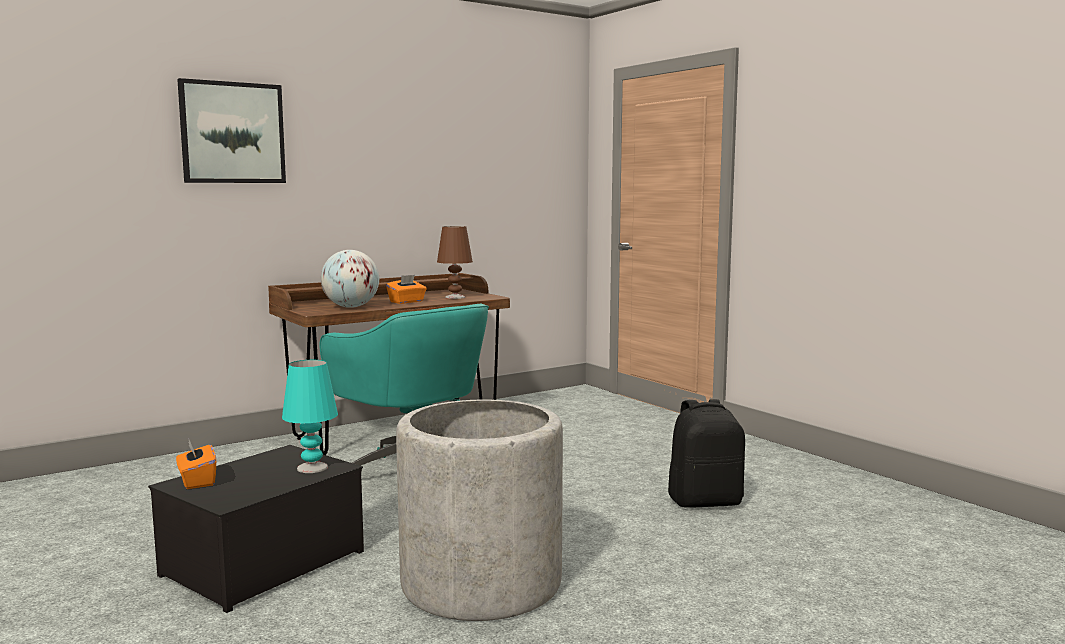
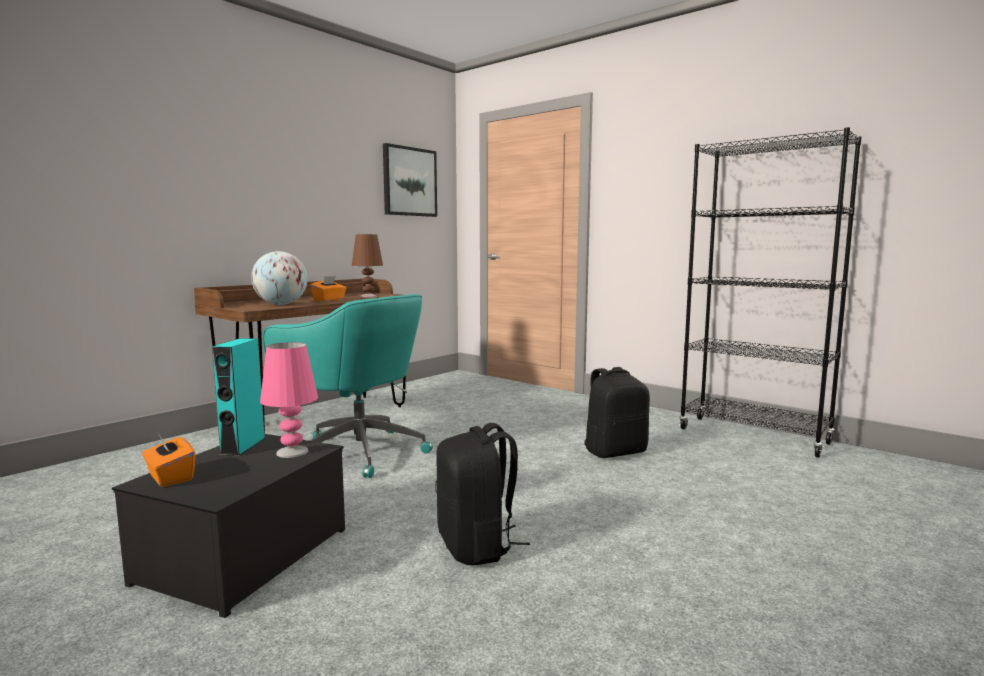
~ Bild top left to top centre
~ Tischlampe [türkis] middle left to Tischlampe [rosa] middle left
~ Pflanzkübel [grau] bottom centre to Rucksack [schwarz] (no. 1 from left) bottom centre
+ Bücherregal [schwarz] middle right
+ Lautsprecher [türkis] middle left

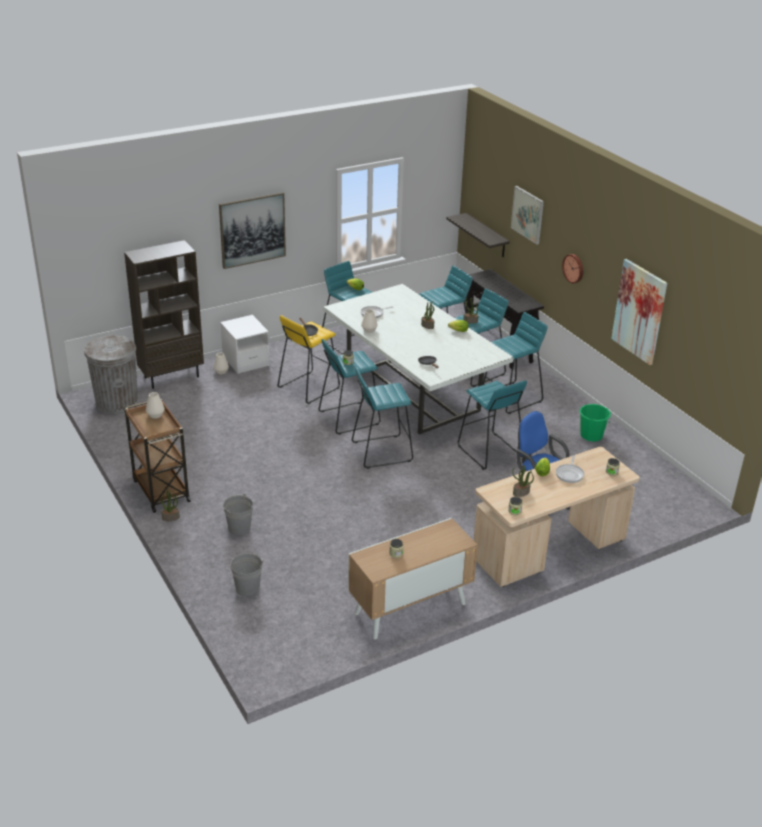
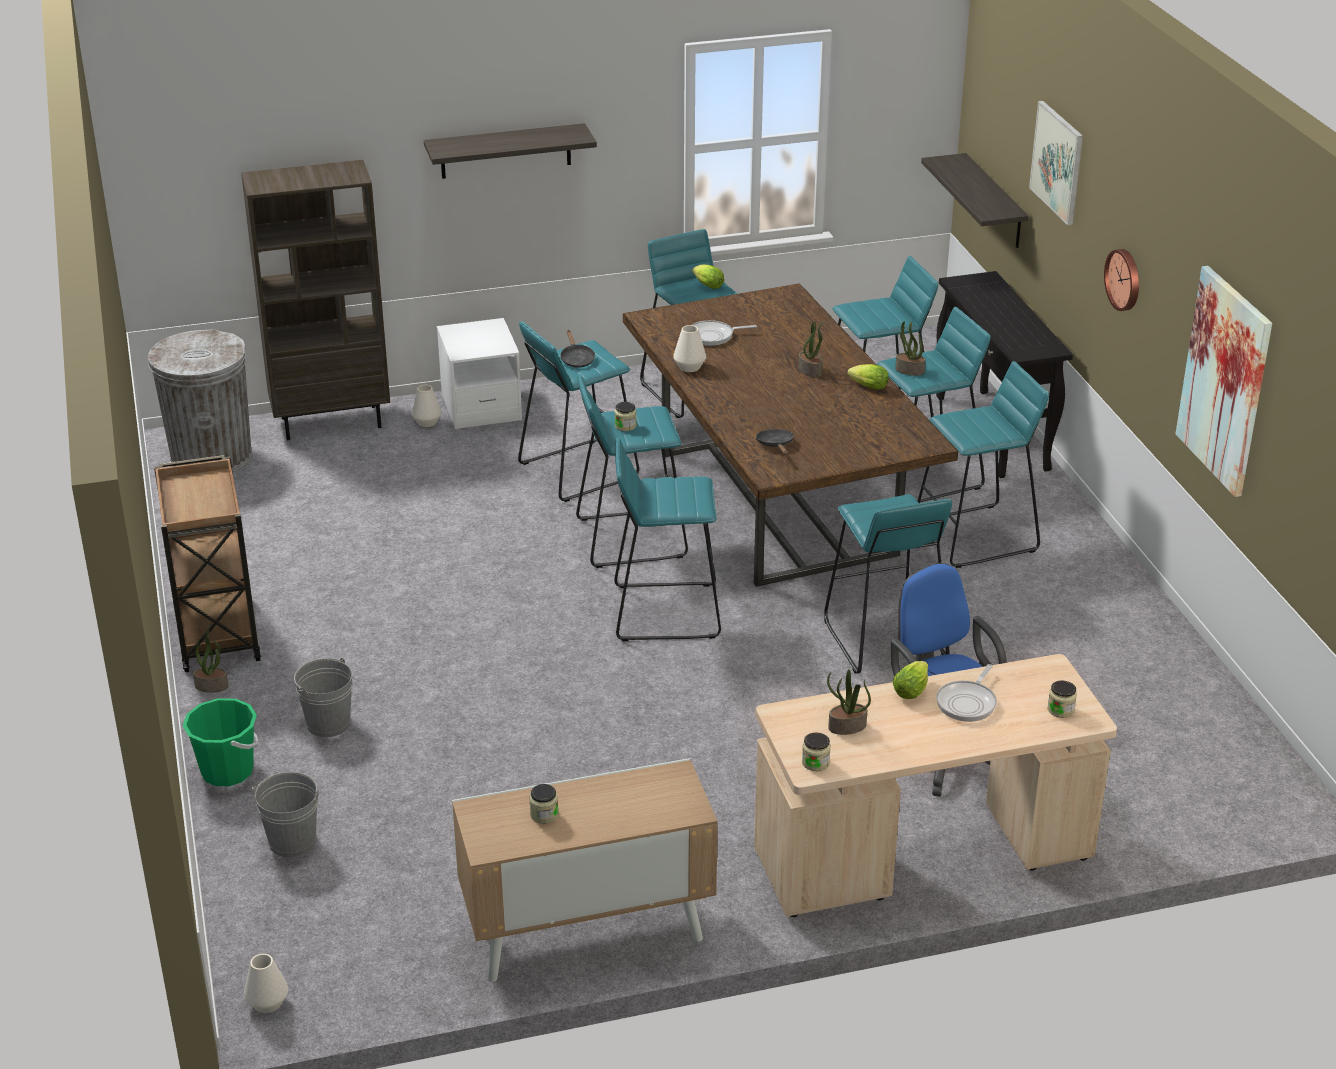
~ Bild (no. 1 from left) top left to Wandregal (no. 1 from left) top centre
~ Esstisch [weiß] centre to Esstisch [braun] centre
~ Hocker [gelb] centre to Hocker [türkis] (no. 1 from left) centre
~ Vase [weiß] (no. 1 from left) middle left to bottom left
~ Eimer [grün] middle right to bottom left

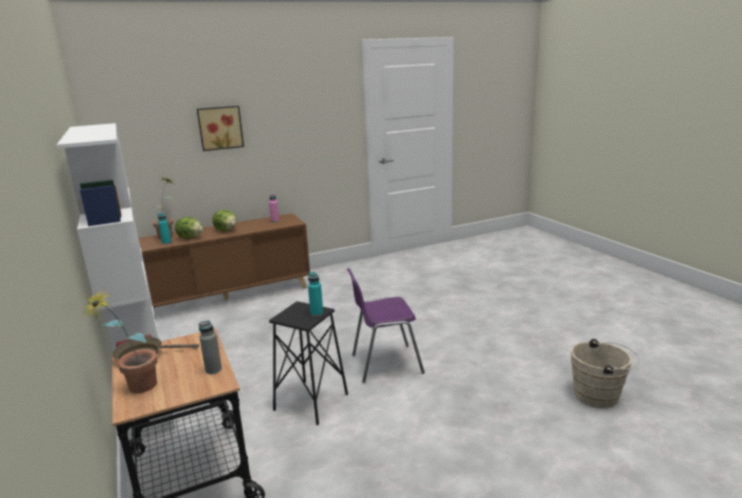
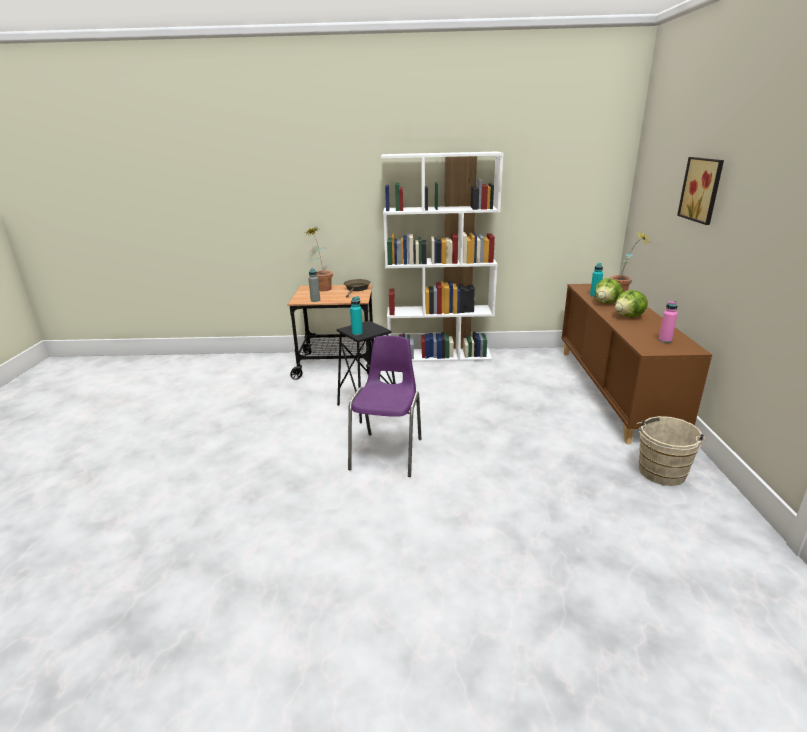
~ Eimer [beige] bottom right to middle right

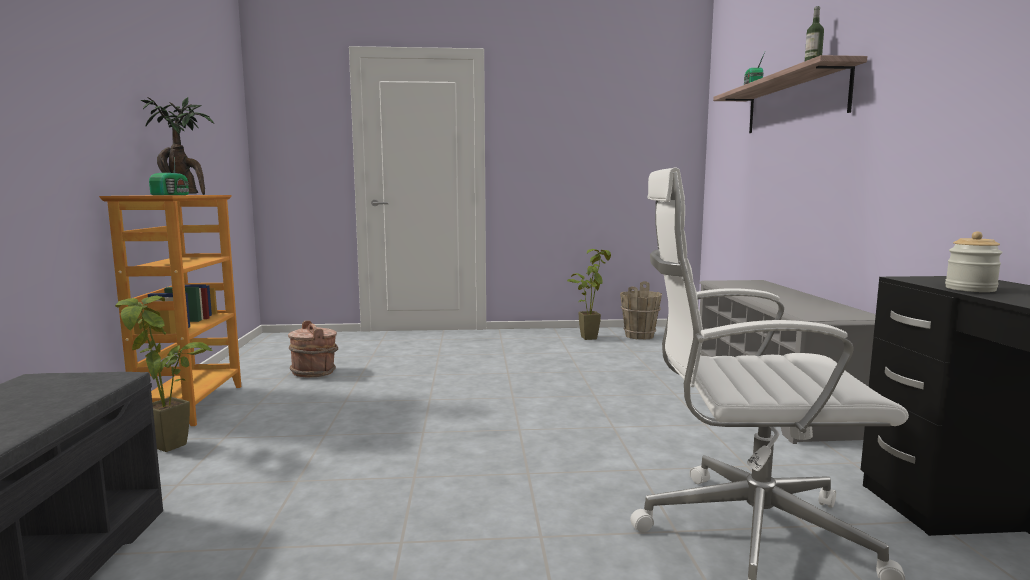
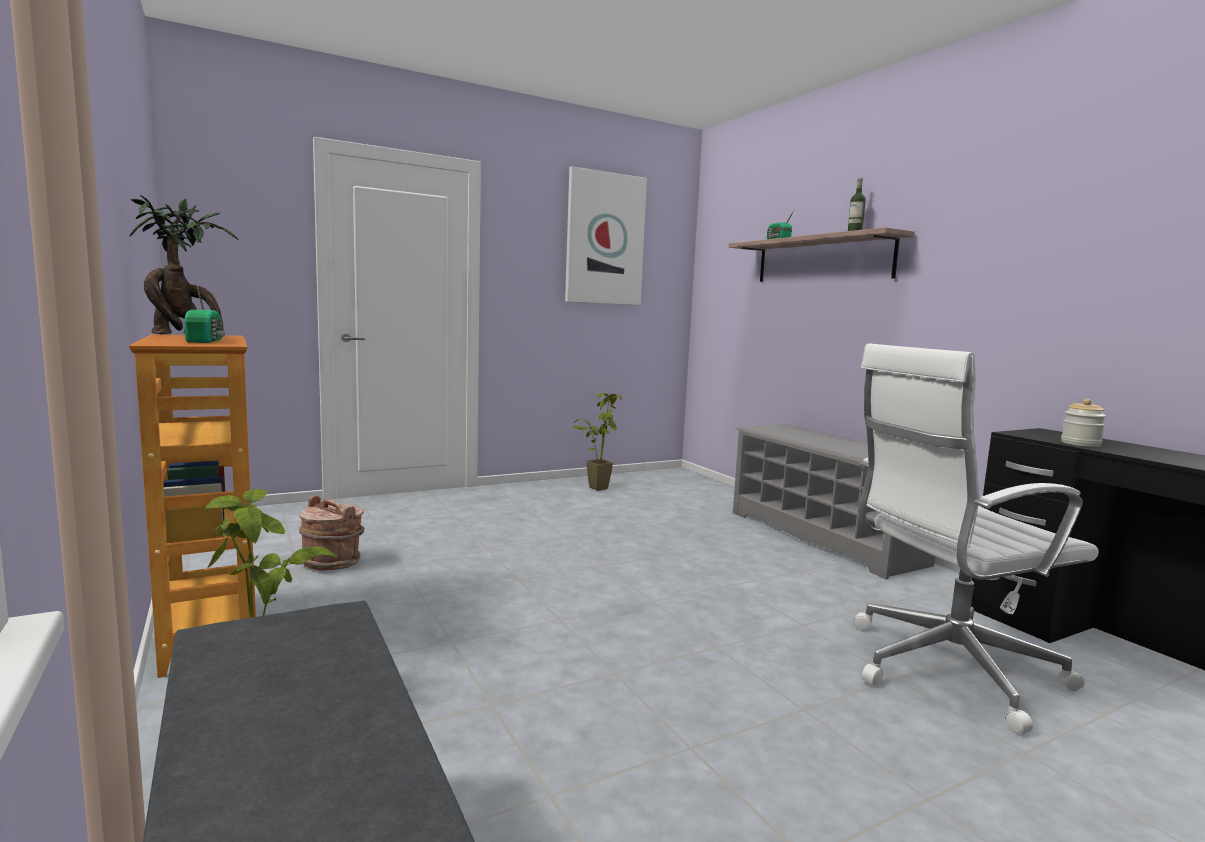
- Eimer [braun] (no. 2 from left) centre
+ Bild top centre

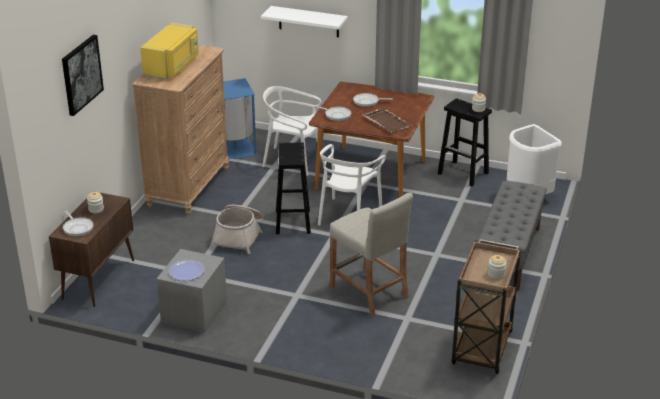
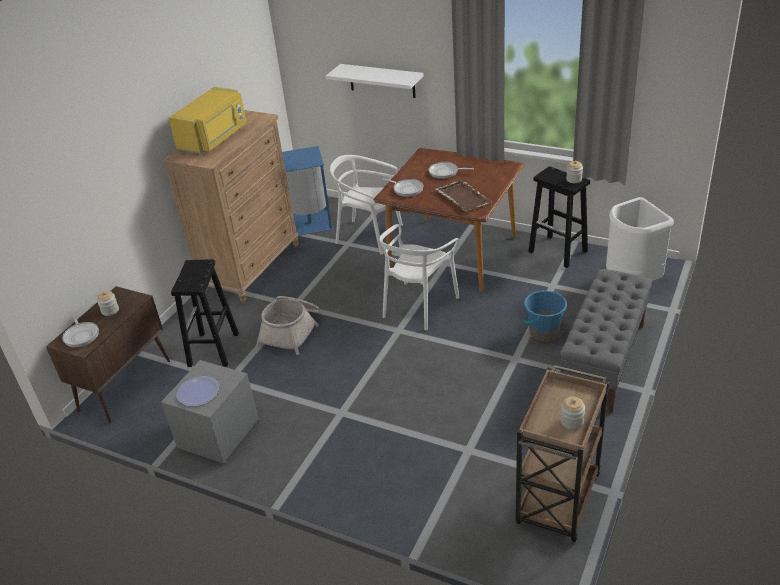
- Bild top left
~ Hocker [schwarz] (no. 1 from left) centre to middle left
- Hocker [beige] centre
+ Eimer [blau] middle right

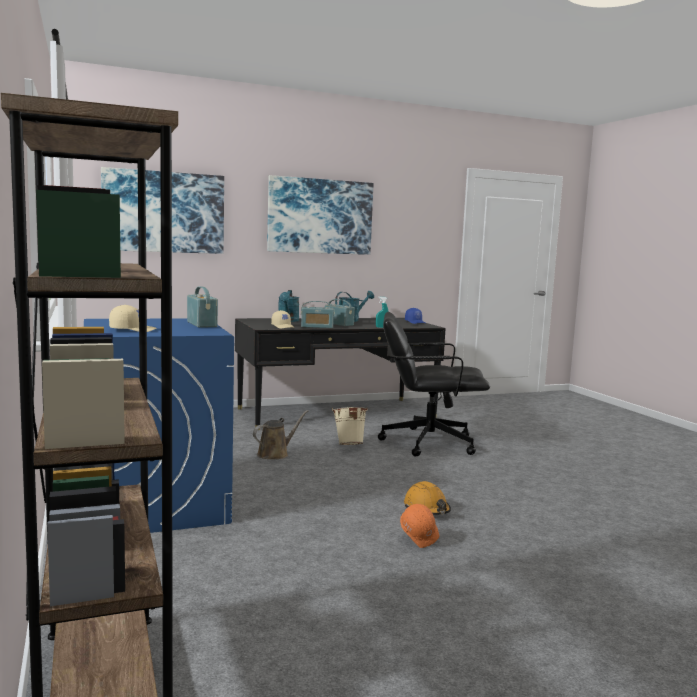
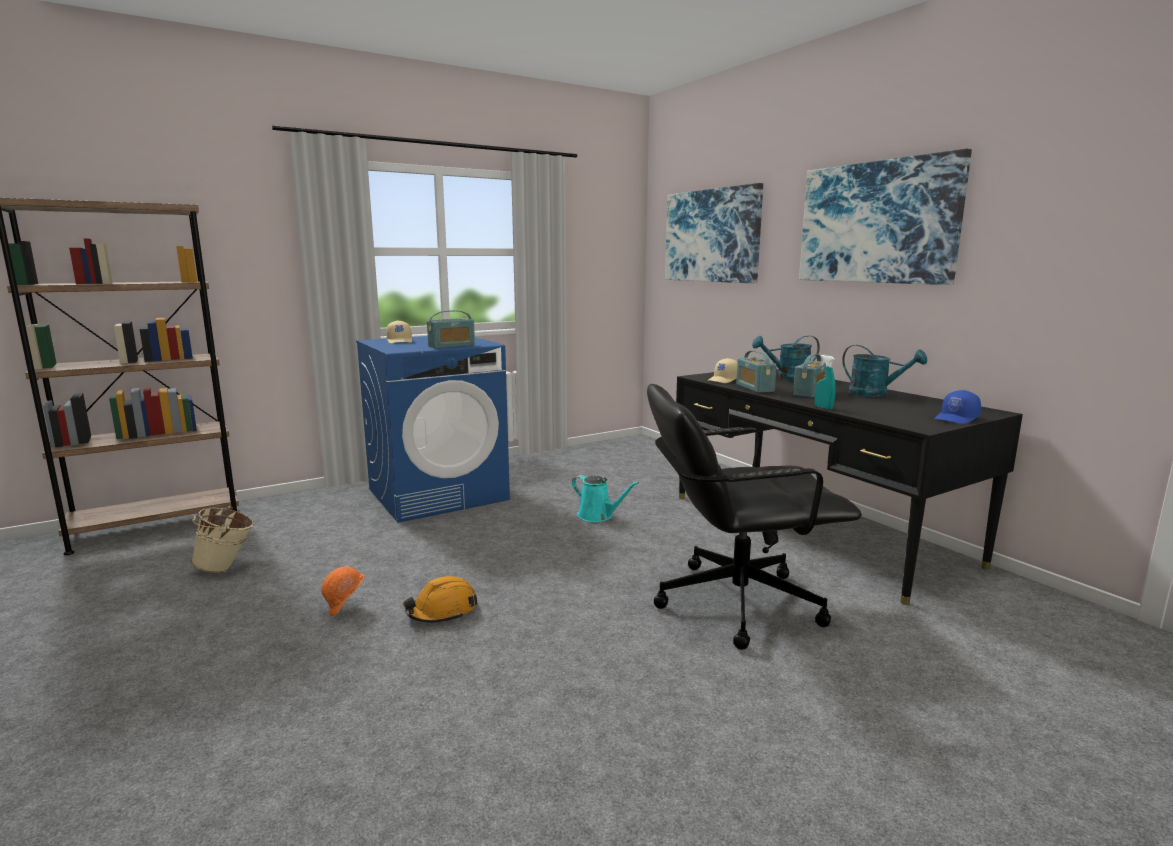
~ Bürostuhl [schwarz] centre = centre 90 degrees counterclockwise
~ Eimer [beige] centre to middle left
~ Gießkanne [braun] centre to Gießkanne [türkis] (no. 1 from left) centre

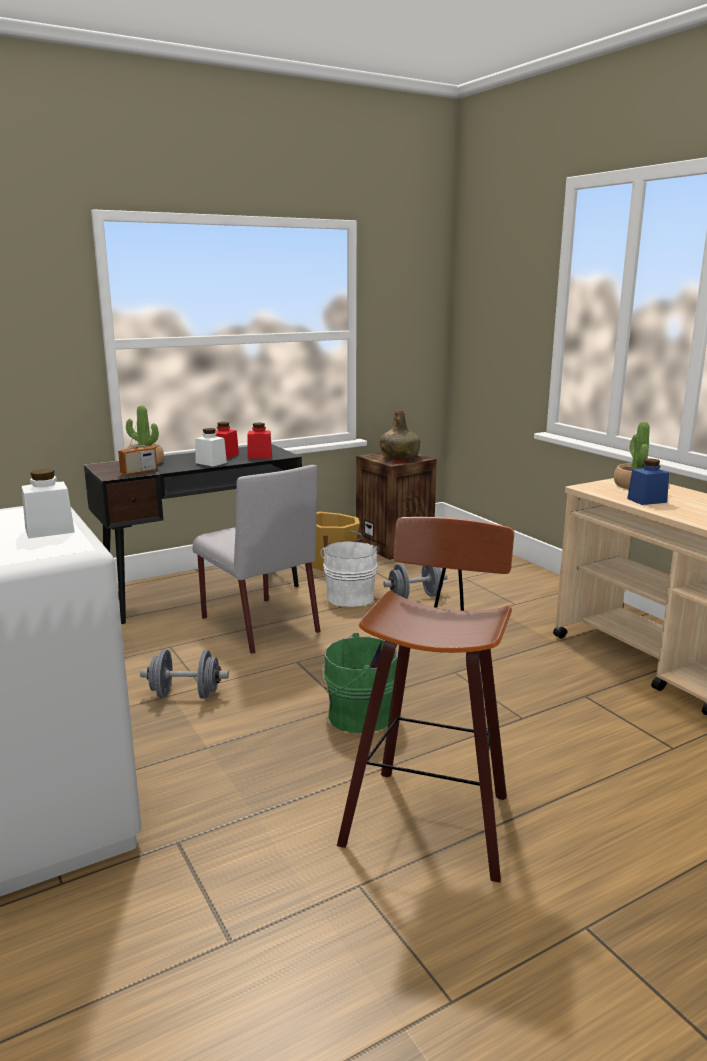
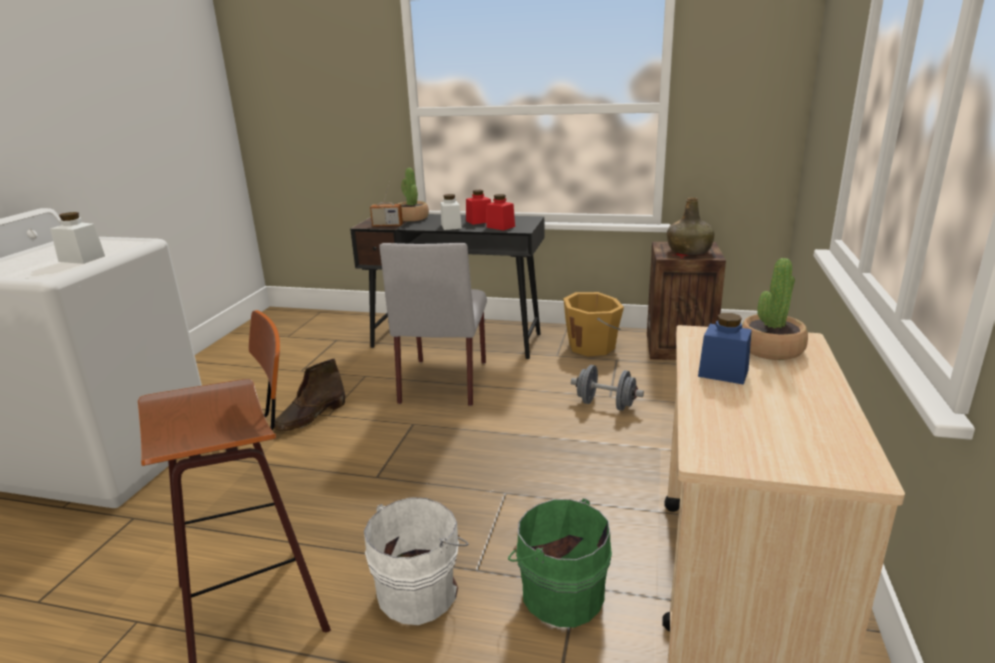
~ Eimer [weiß] centre to bottom centre
~ Eimer [grün] centre to bottom centre
~ Hantel [grau] (no. 1 from left) middle left to Stiefel [braun] middle left

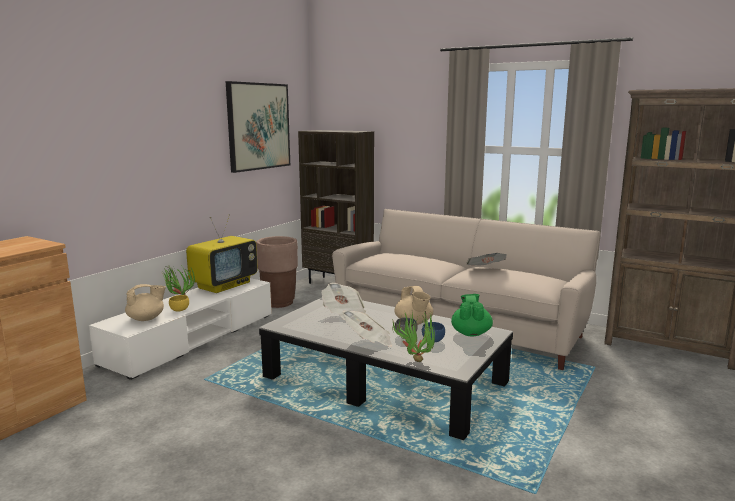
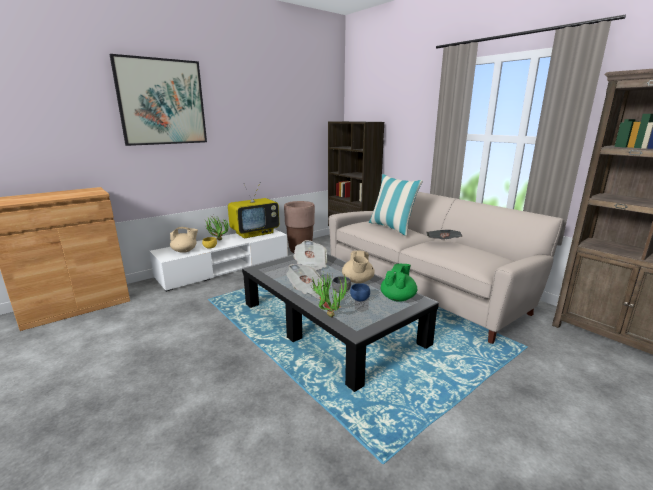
~ Bild top centre to top left
+ Kissen centre

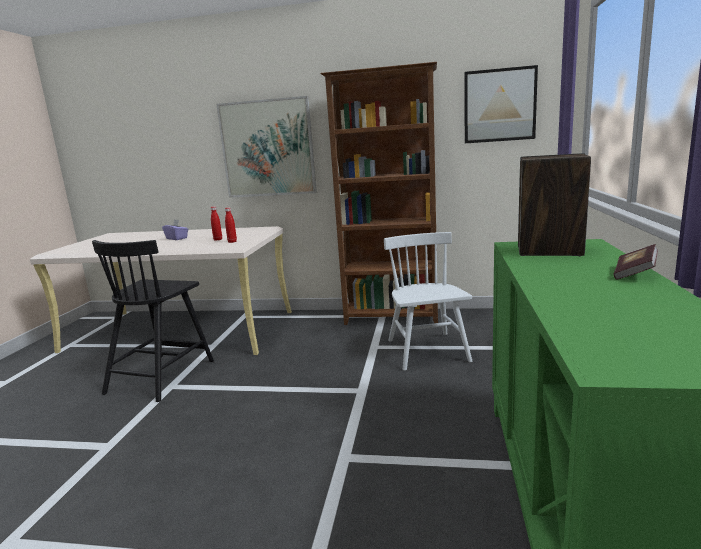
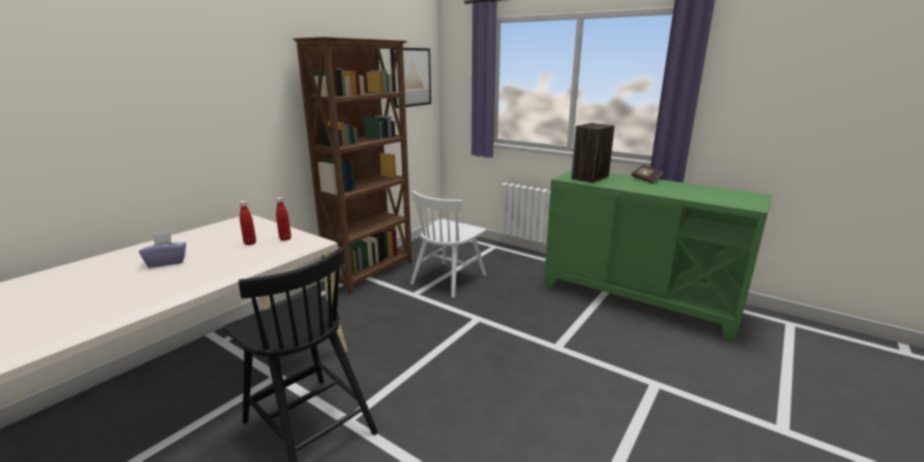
- Bild (no. 1 from left) top centre
~ Stuhl [weiß] centre = centre 75 degrees counterclockwise

